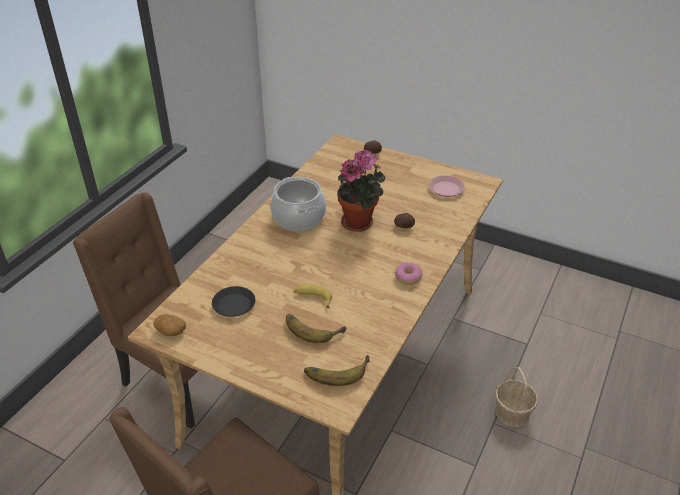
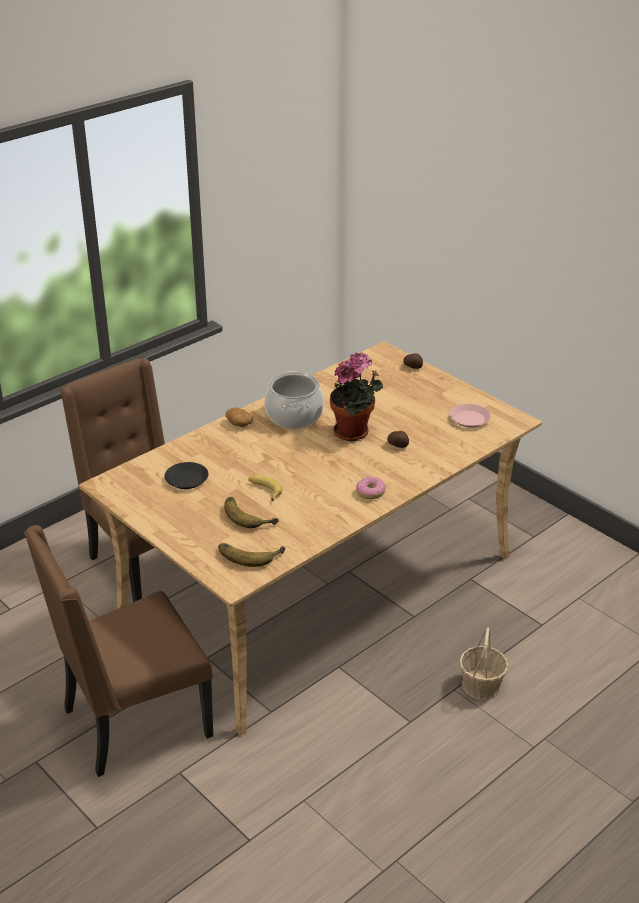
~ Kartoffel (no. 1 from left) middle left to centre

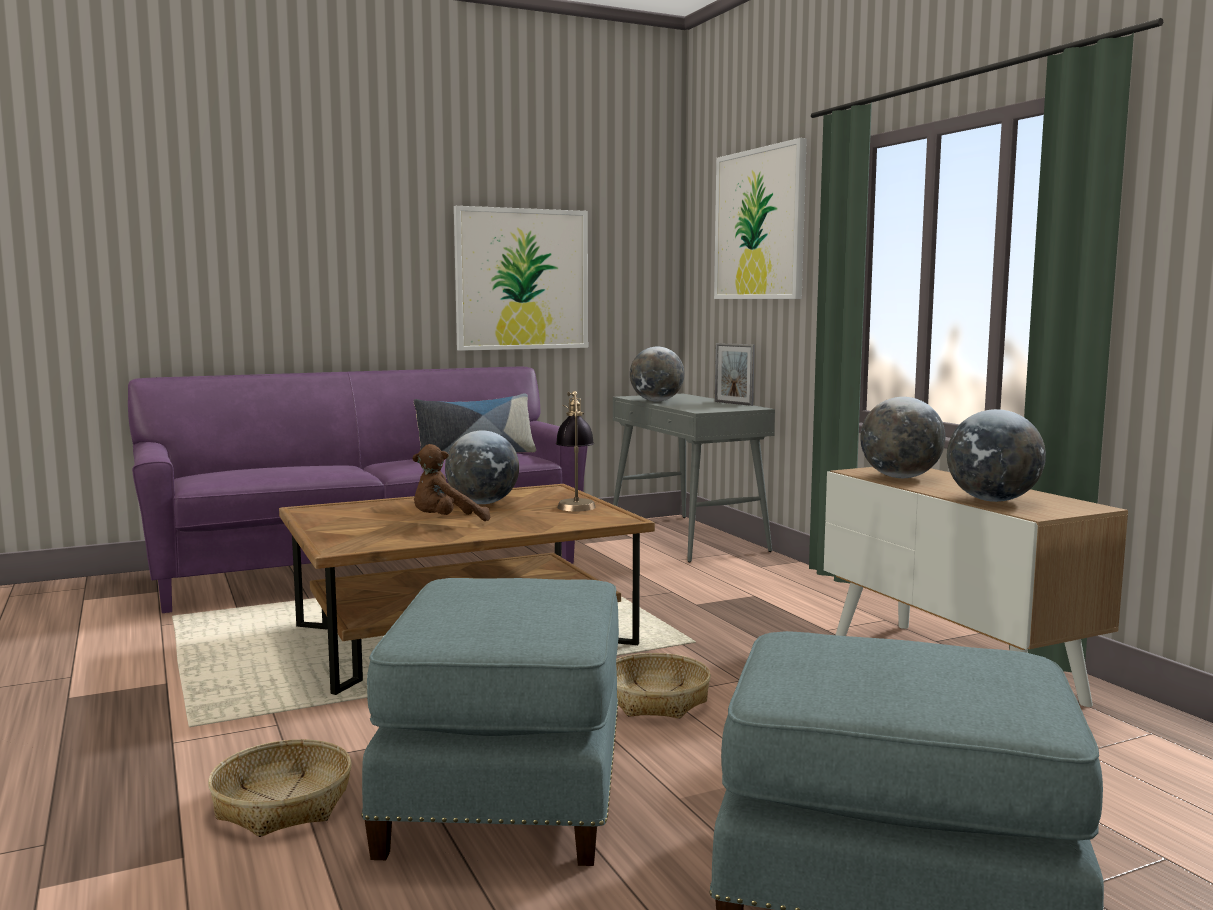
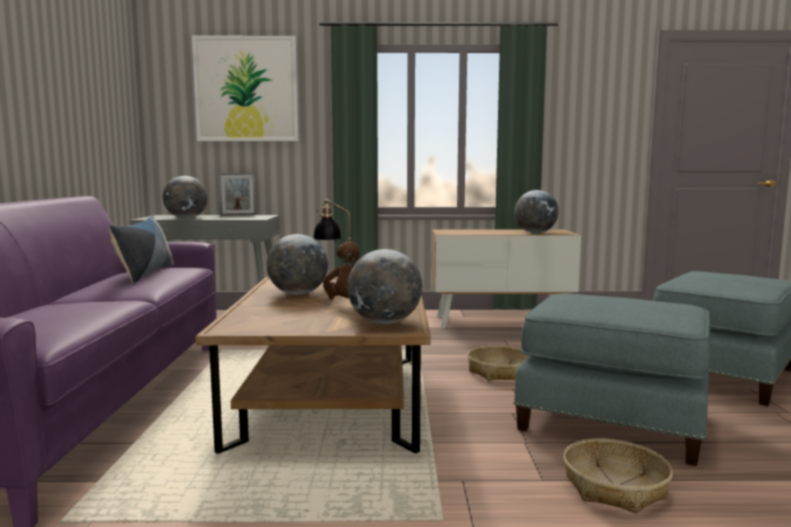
- Bild (no. 1 from left) top centre
~ Globus (no. 3 from left) middle right to centre

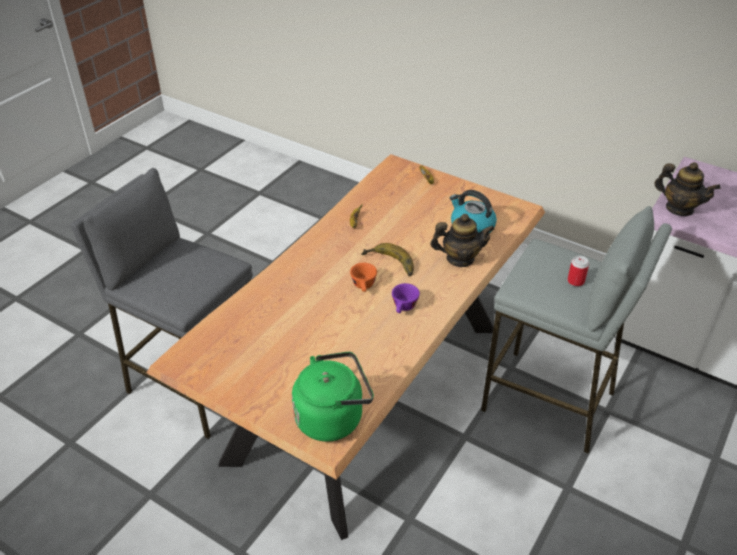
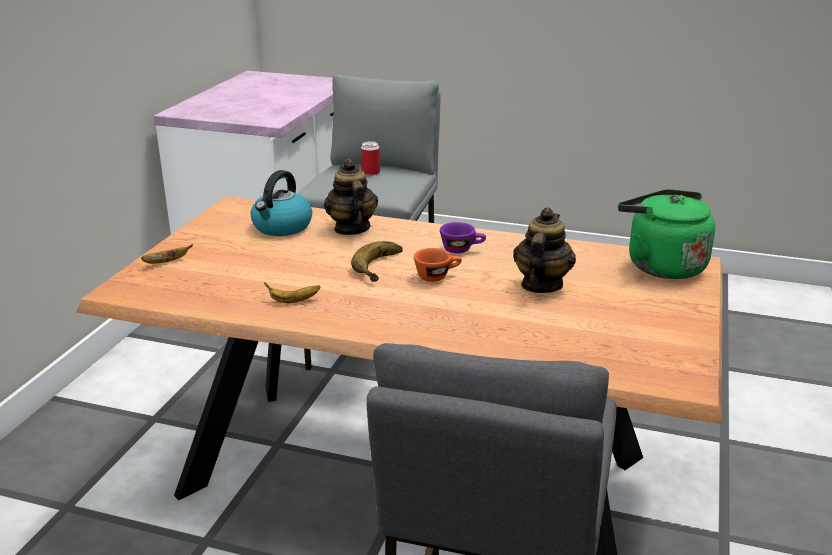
~ Teekanne (no. 2 from left) middle right to centre

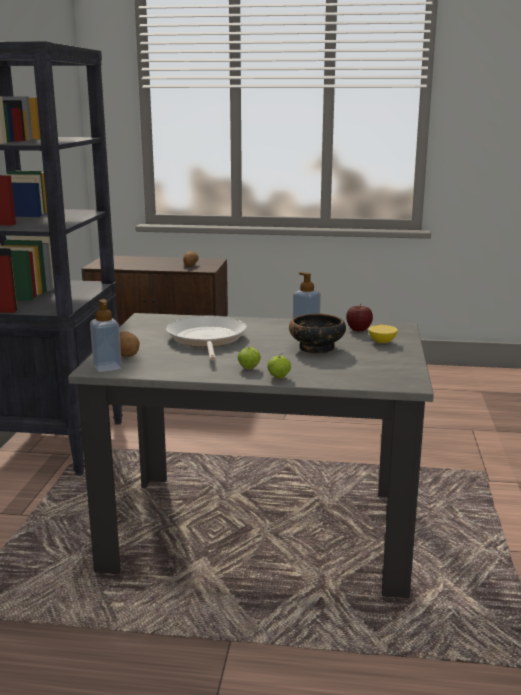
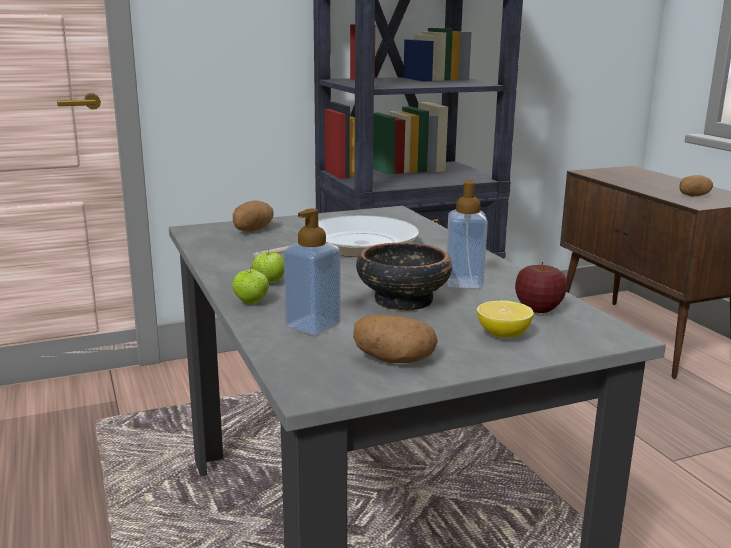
~ Seifenspender (no. 1 from left) middle left to centre
+ Kartoffel (no. 2 from left) centre

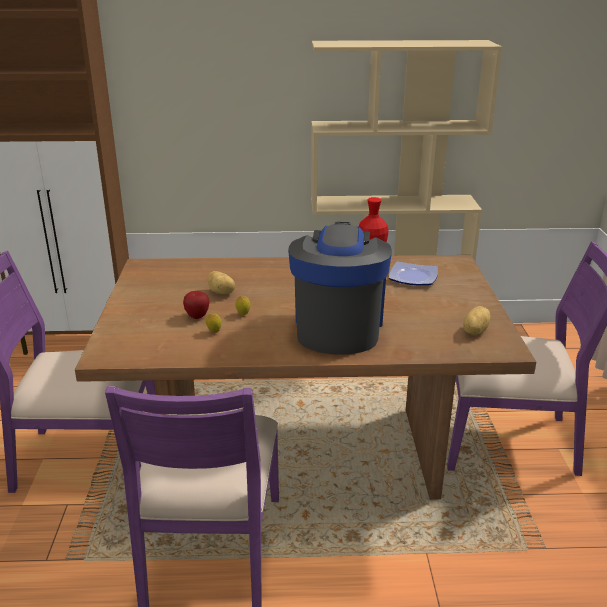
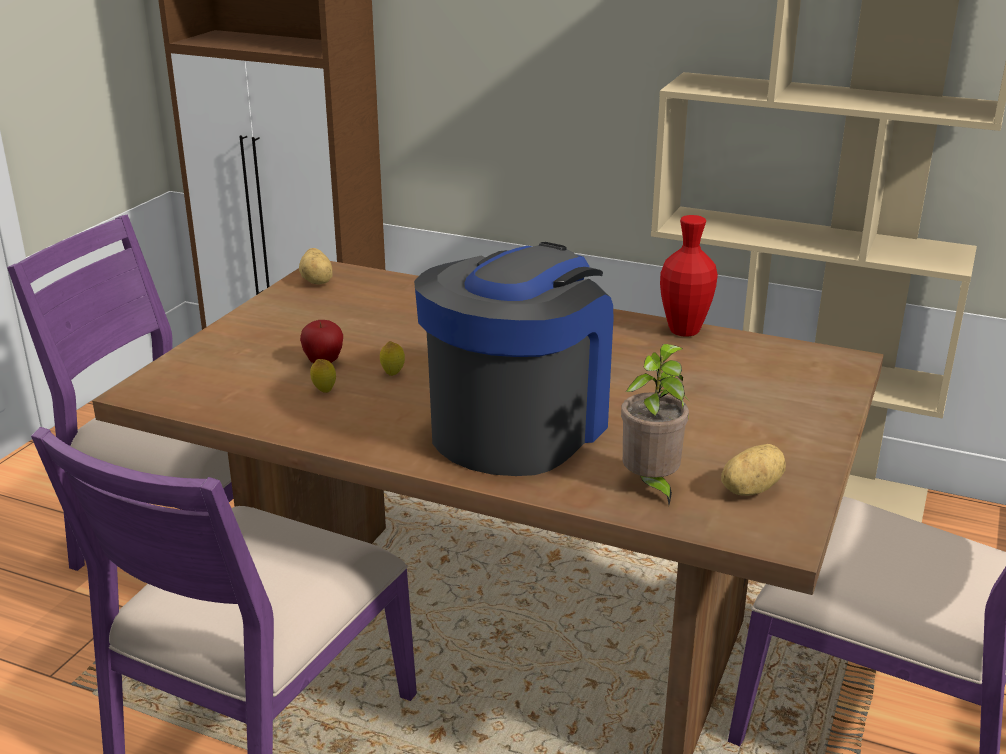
- Teller middle right
~ Kartoffel (no. 1 from left) centre to middle left
+ Topfpflanze centre

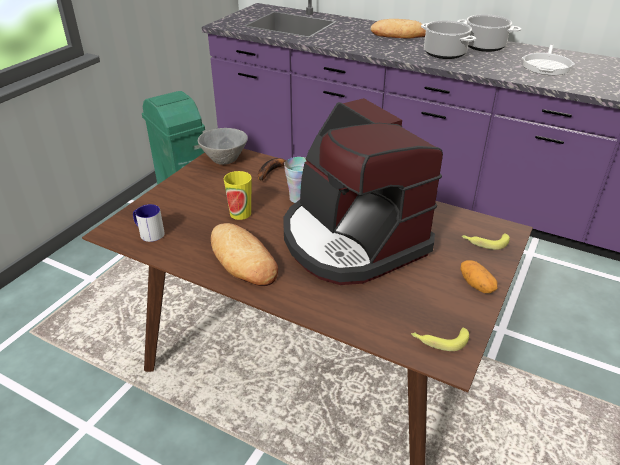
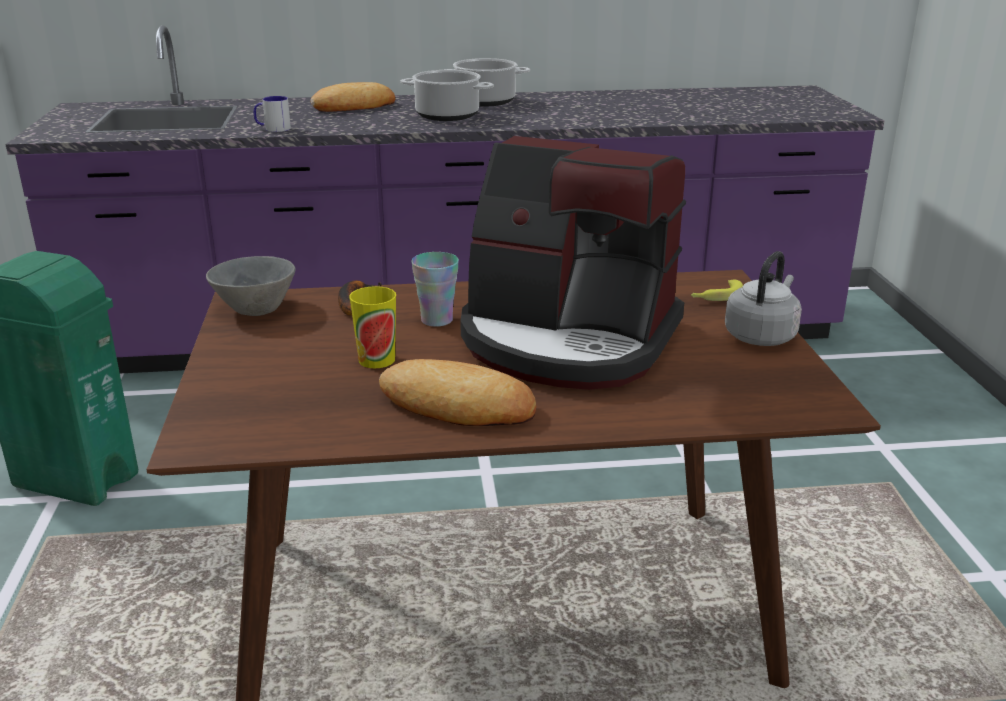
- Pfanne top right
~ Henkelbecher middle left to top left
~ Kartoffel middle right to Wasserkessel [grau] middle right
- Banane (no. 2 from left) bottom right

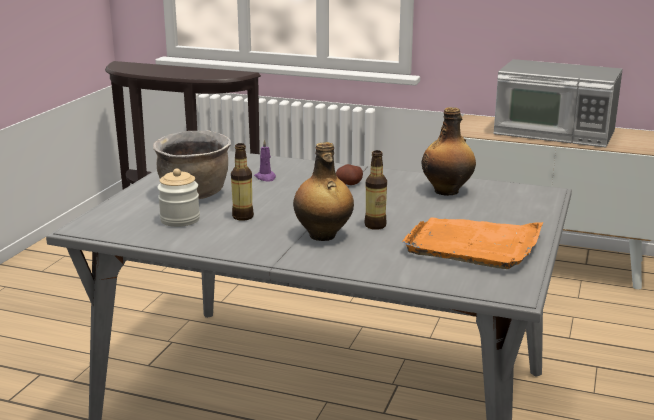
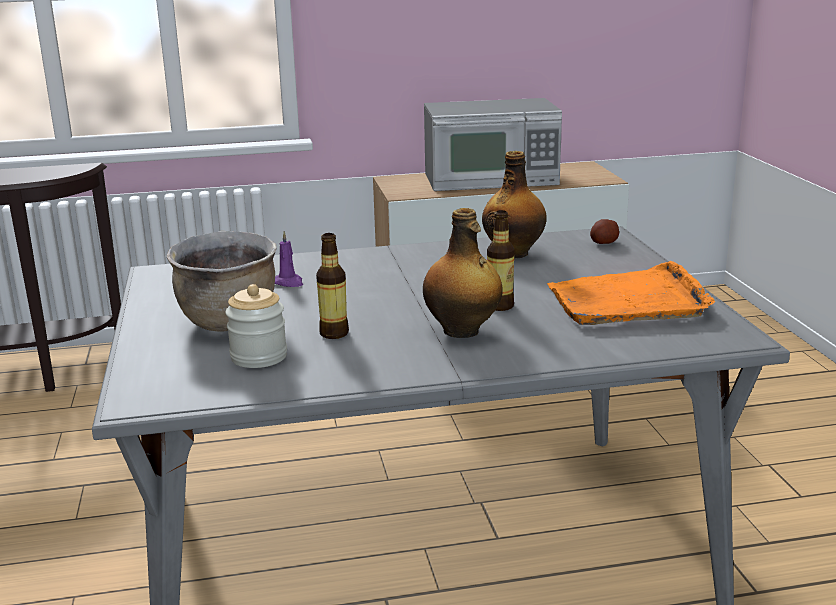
~ Kartoffel centre to middle right

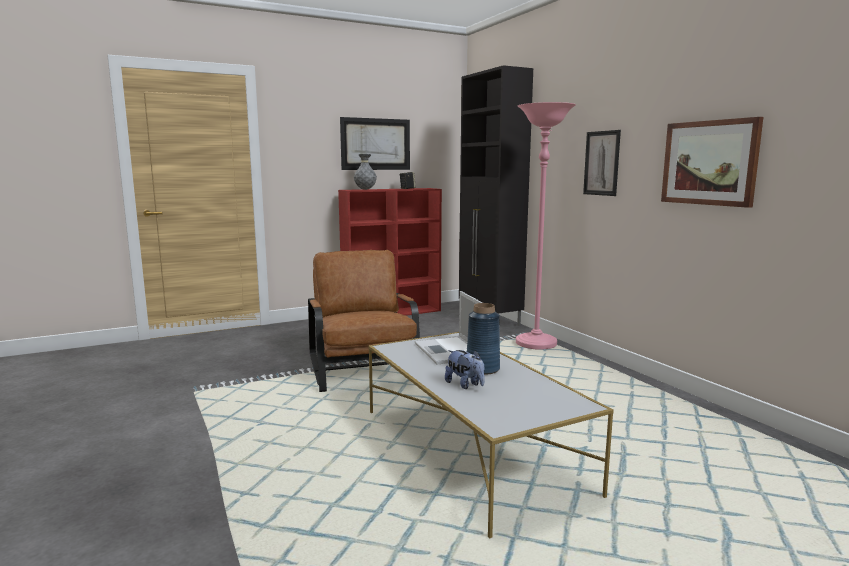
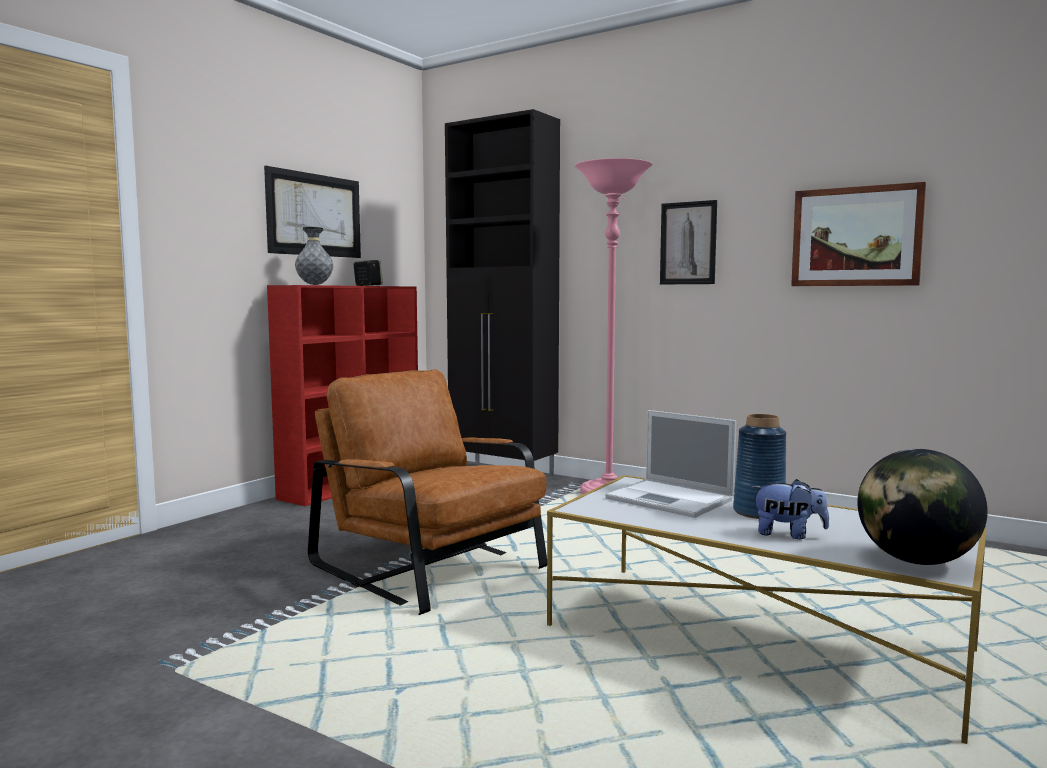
+ Globus middle right

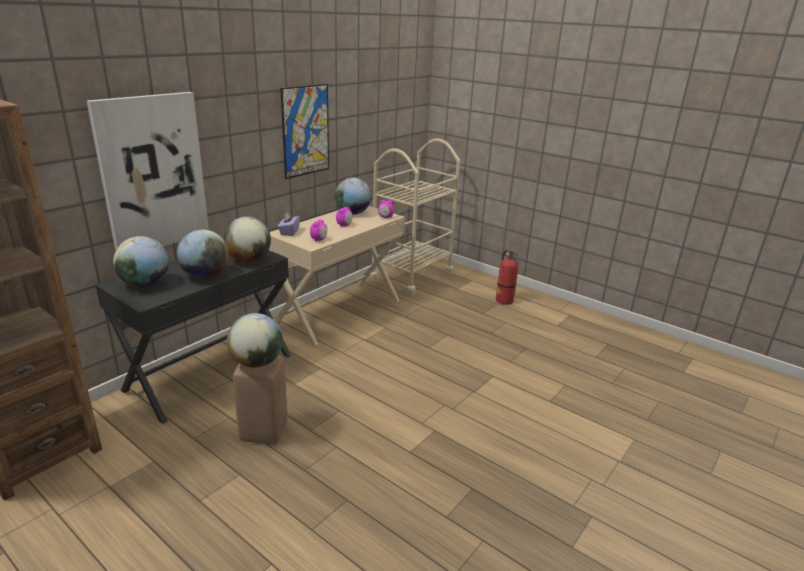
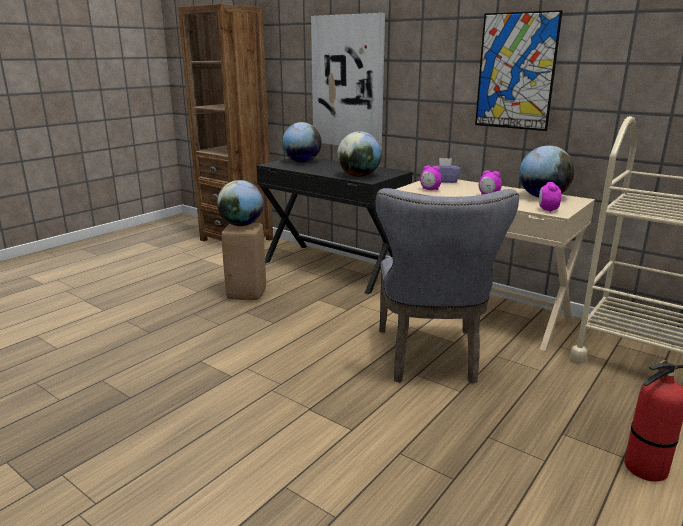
- Globus (no. 2 from left) middle left
+ Stuhl [grau] centre

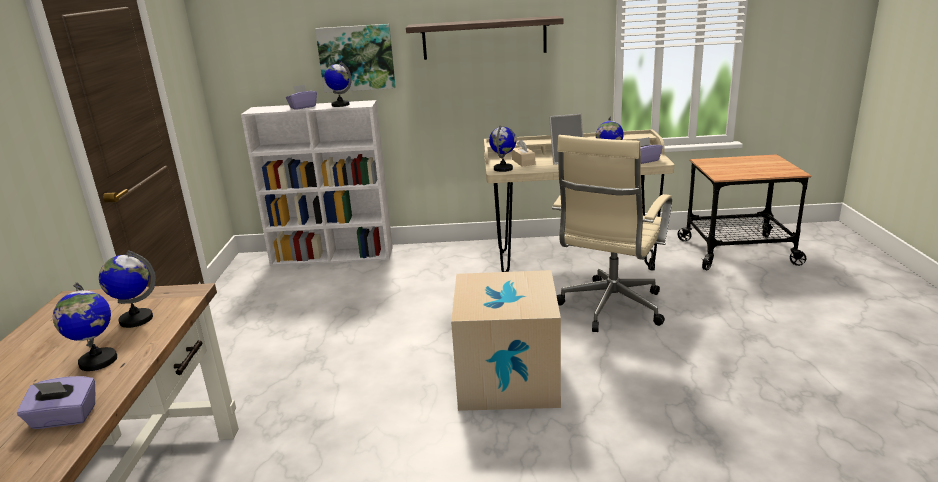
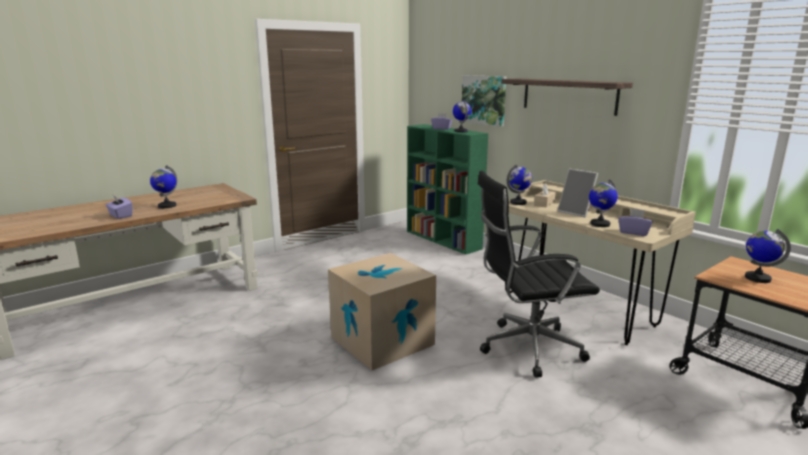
~ Bücherregal [weiß] centre to Bücherregal [grün] centre
~ Bürostuhl [beige] centre to Bürostuhl [schwarz] middle right
~ Globus (no. 2 from left in the first image) middle left to Globus (no. 5 from left) middle right

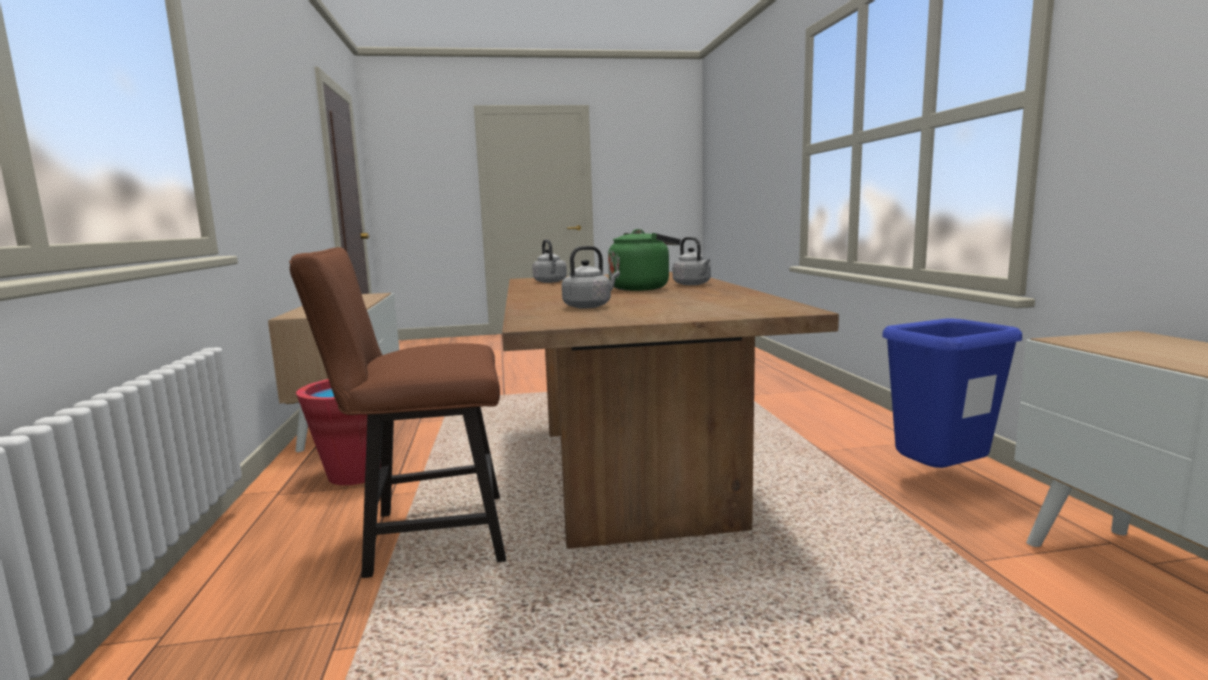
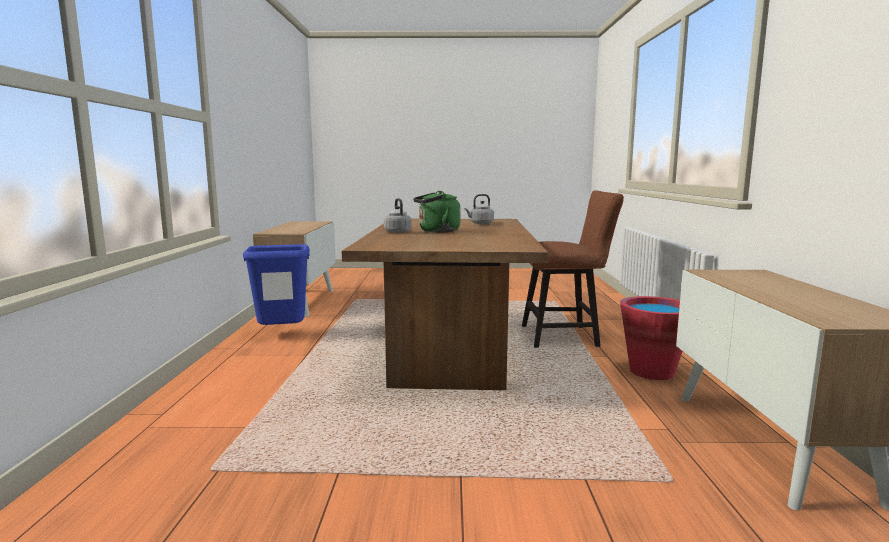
- Wasserkessel [grau] (no. 1 from left) centre

